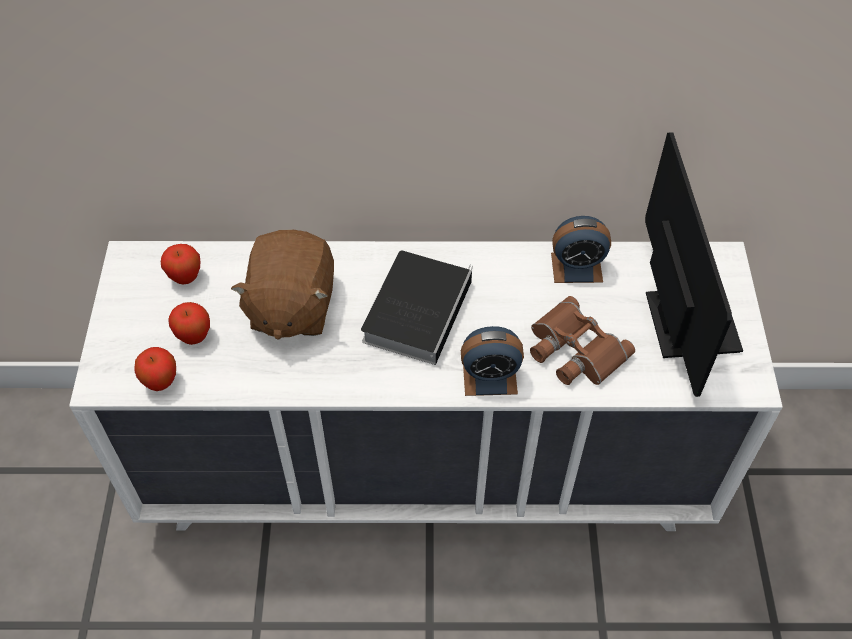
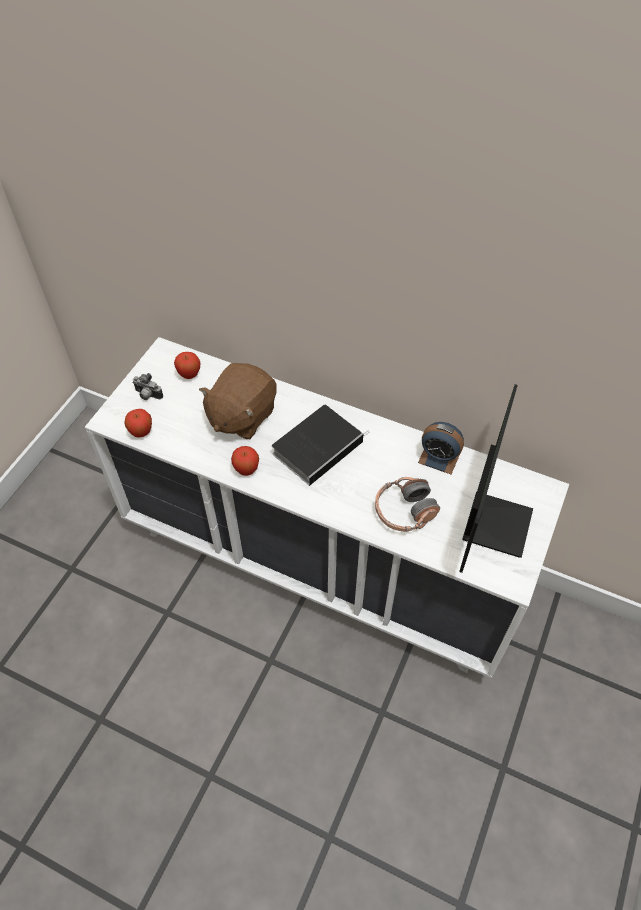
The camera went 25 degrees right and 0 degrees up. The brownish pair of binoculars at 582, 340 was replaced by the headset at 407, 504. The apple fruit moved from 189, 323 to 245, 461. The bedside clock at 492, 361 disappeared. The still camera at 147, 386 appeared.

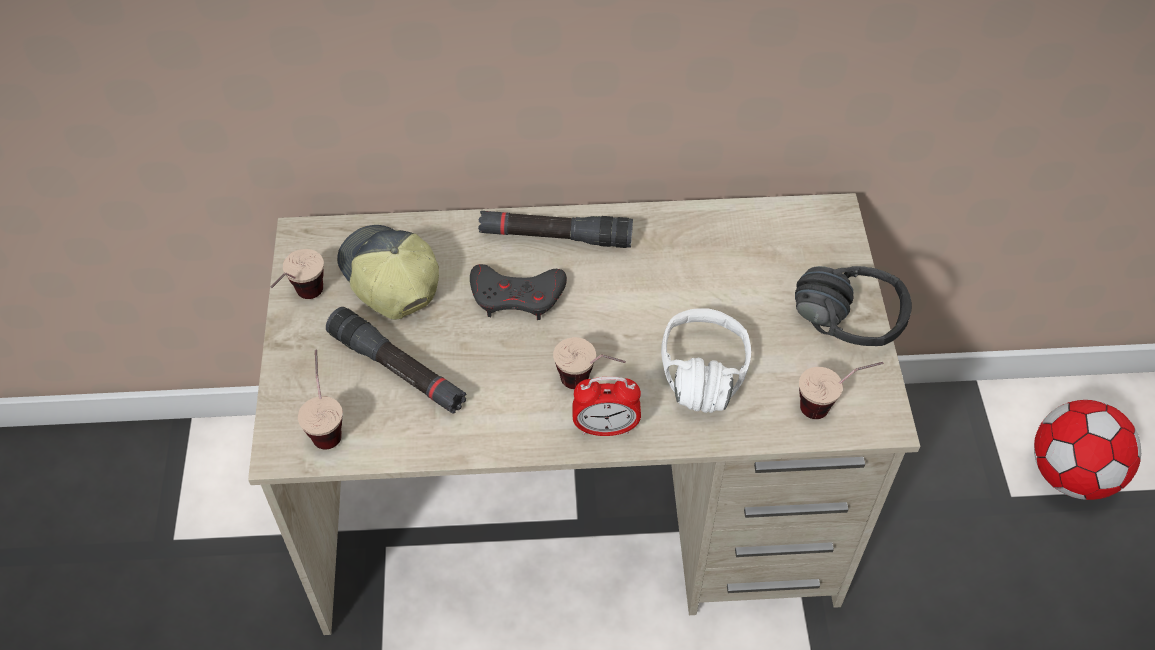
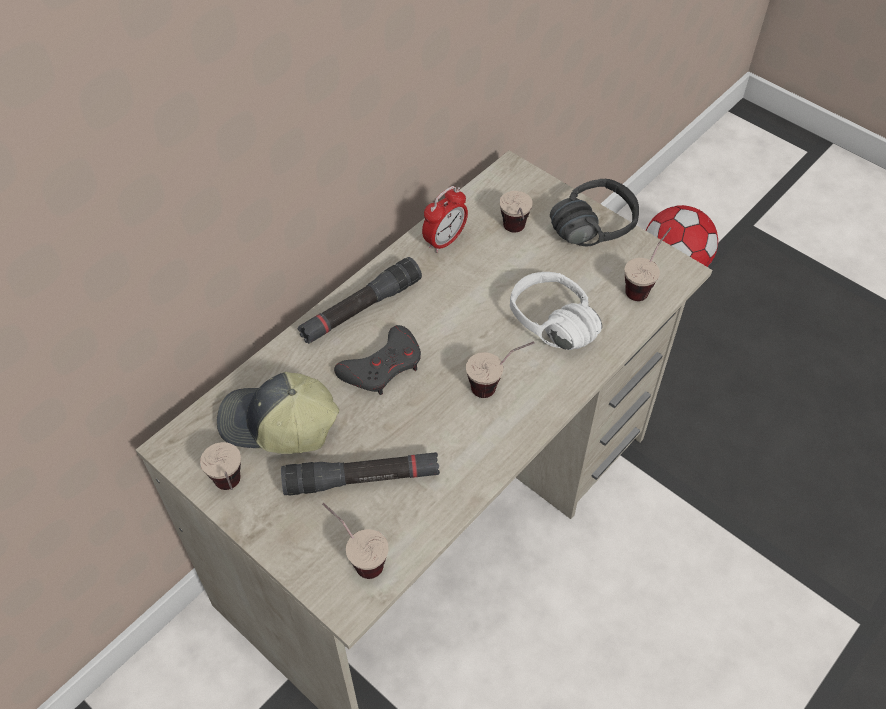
The camera went 45 degrees left and 0 degrees up. The bedside clock moved from 607, 406 to 445, 219. The small cup at 516, 211 appeared.

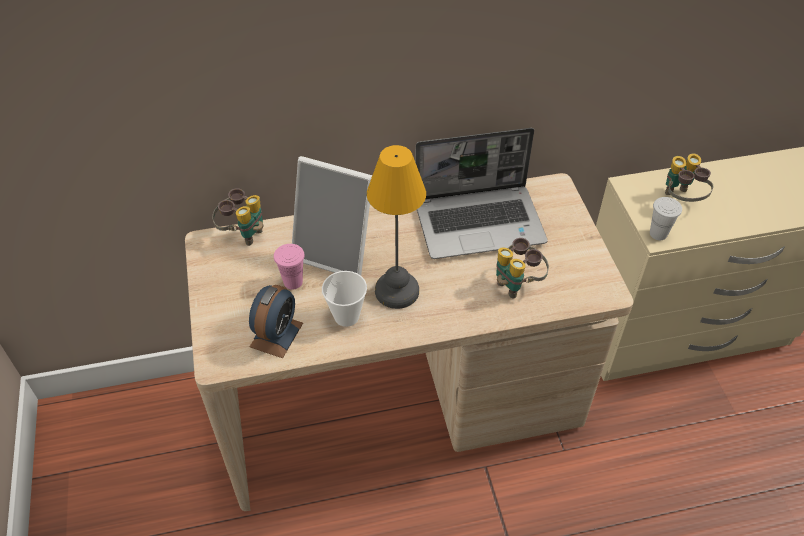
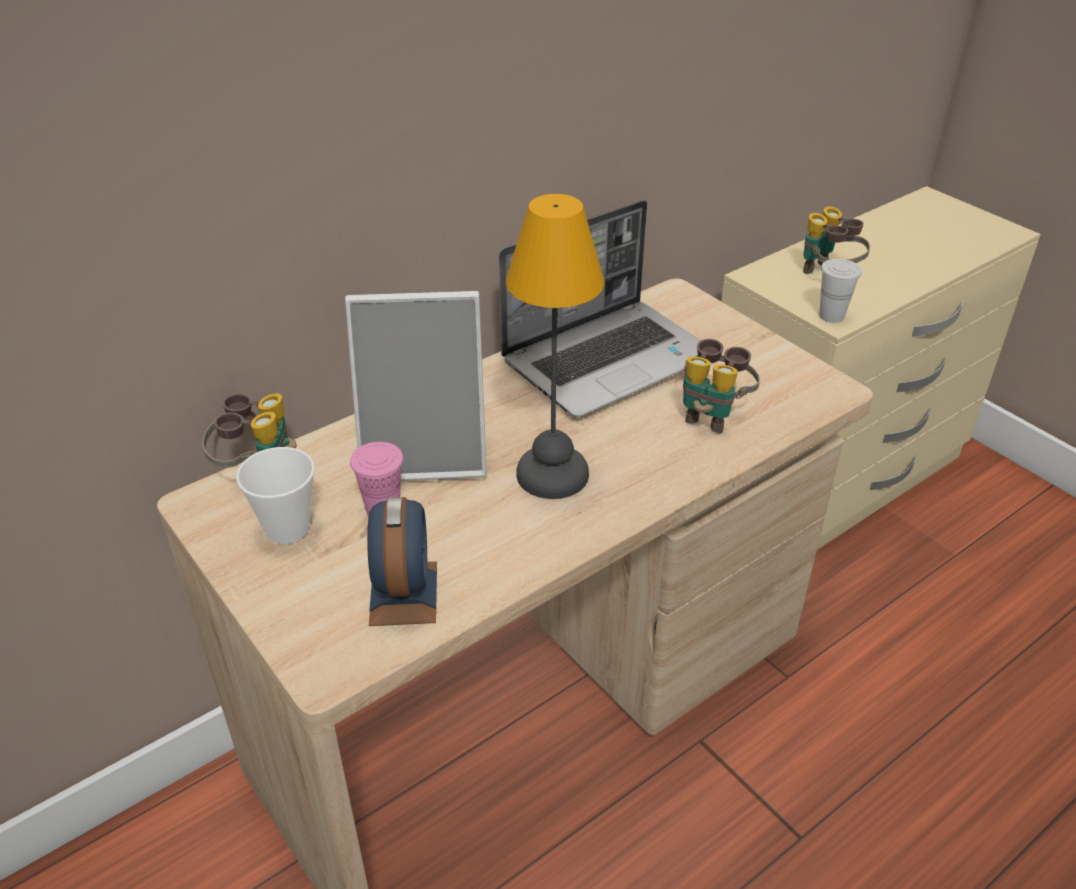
The camera went 25 degrees left and 10 degrees down. The small cup moved from 344, 299 to 275, 495.

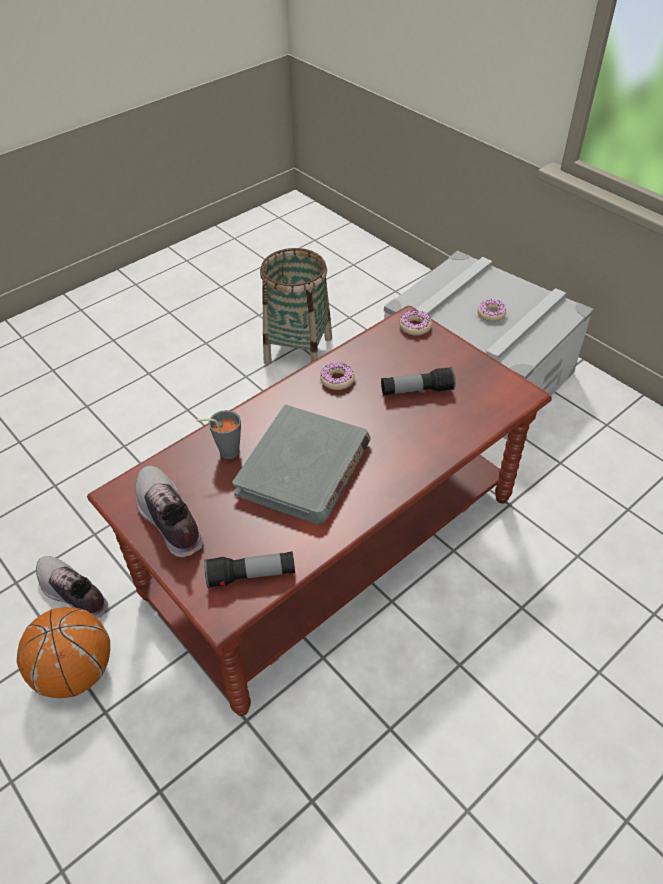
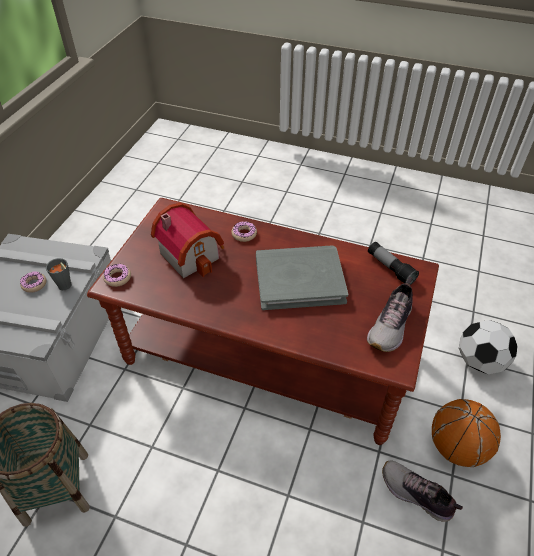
The camera went 120 degrees left and 0 degrees up. The donut moved from 337, 376 to 244, 231. The hand torch at 418, 381 was replaced by the model house at 187, 240. The gray small cup moved from 218, 434 to 58, 274. The item of footwear at 72, 587 turned 120 degrees clockwise. The ball for football at 488, 347 appeared.

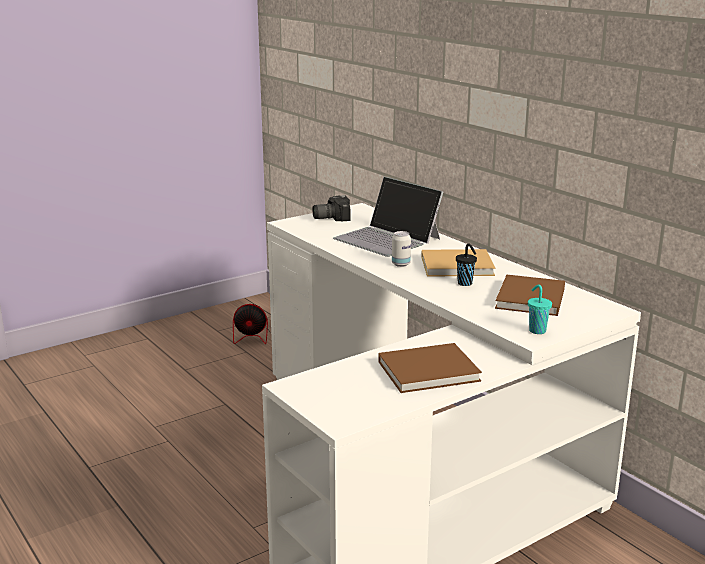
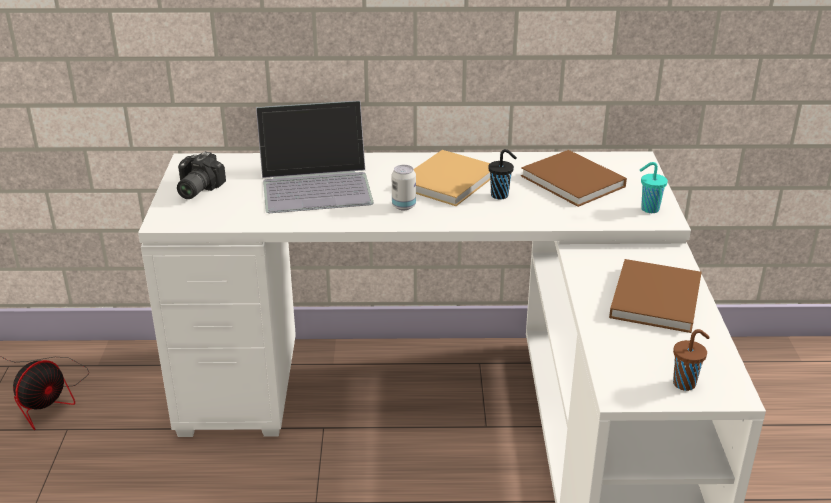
The camera went 55 degrees left and 10 degrees up. The brownish small cup at 691, 360 appeared.

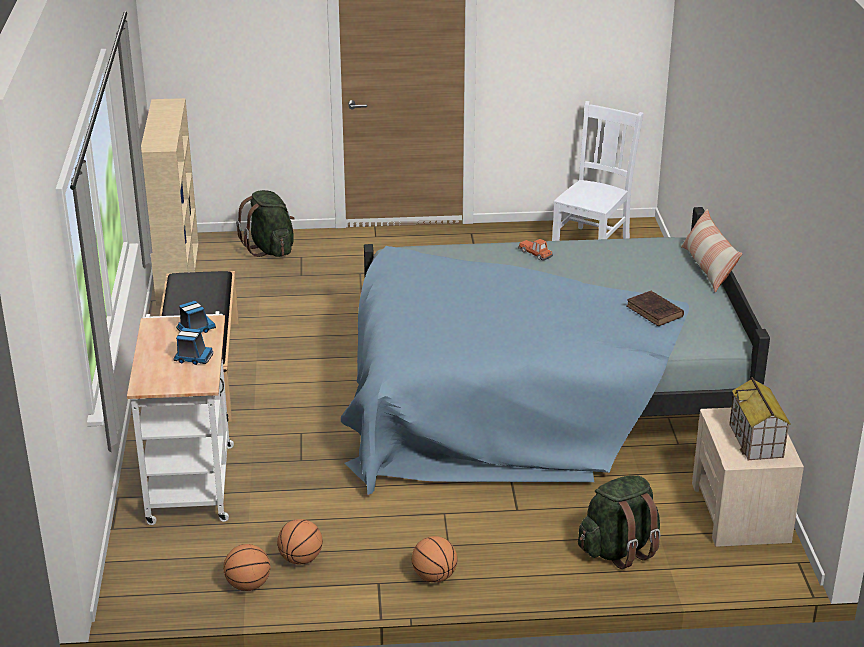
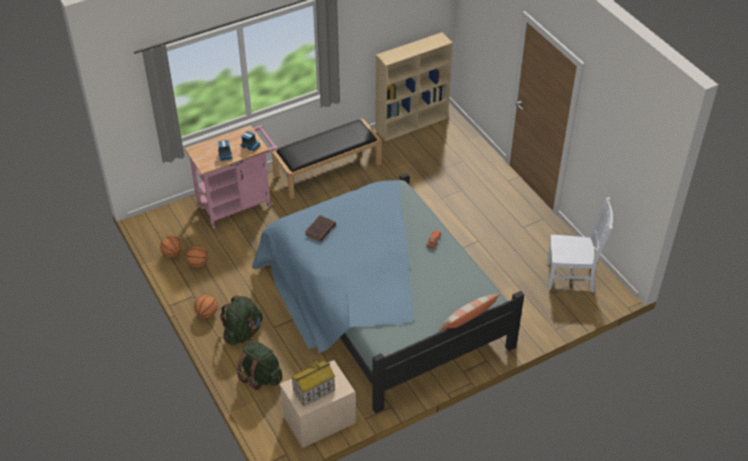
The camera went 65 degrees right and 15 degrees up. The greenish backpack moved from 265, 223 to 241, 320. The brownish book moved from 655, 308 to 320, 228. The whitish wheeled cart at 180, 418 became the pinkish wheeled cart at 231, 177.

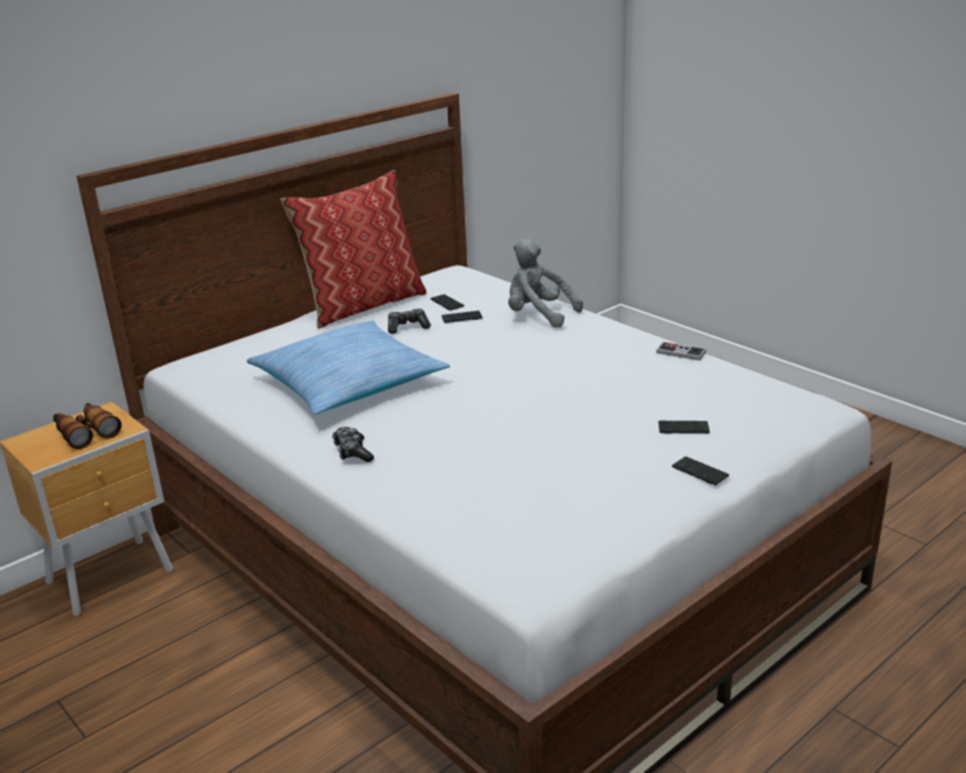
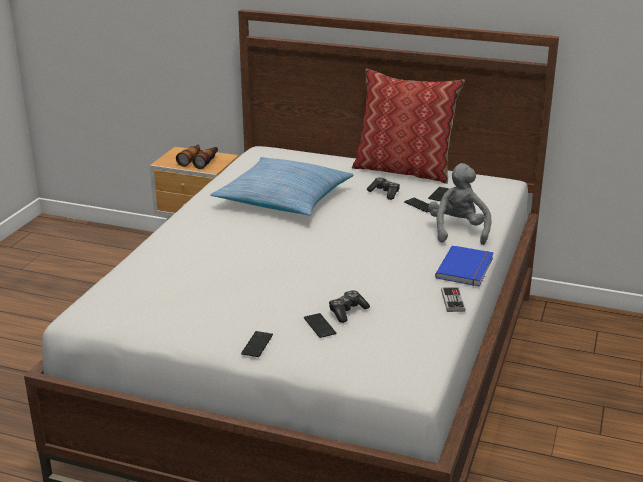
The camera went 60 degrees right and 0 degrees up. The joypad moved from 353, 444 to 349, 307. The blue book at 464, 265 appeared.

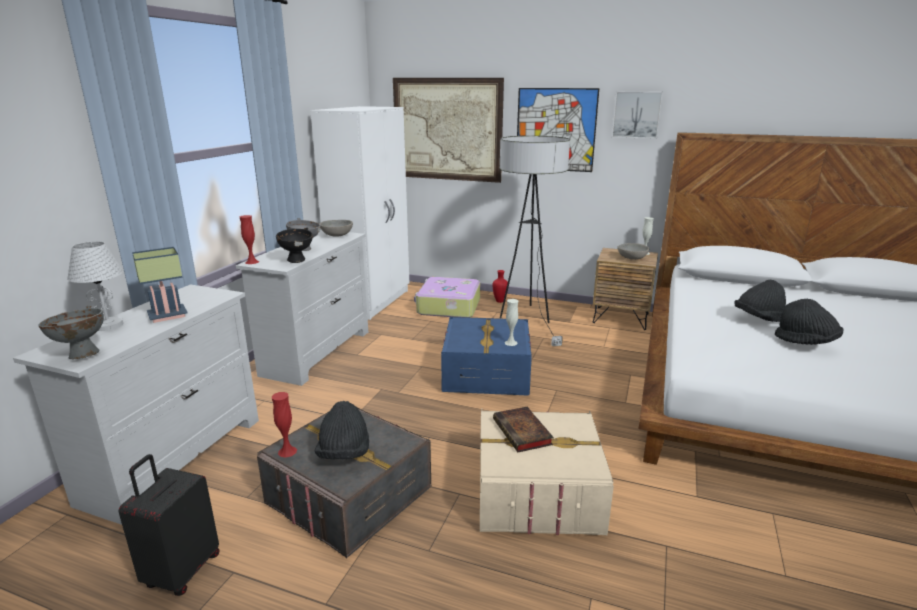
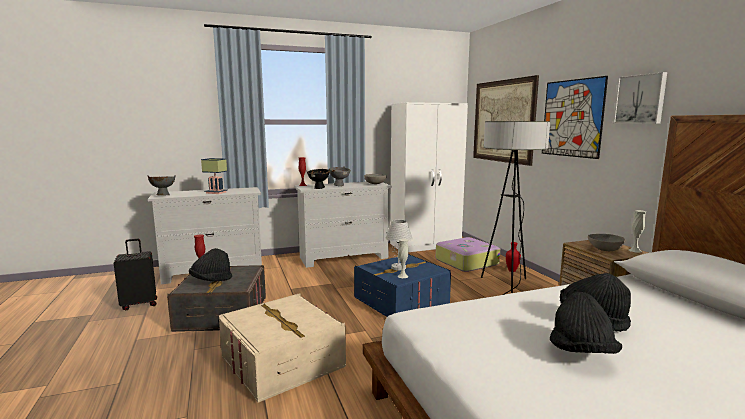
The camera went 50 degrees right and 10 degrees down. The whitish tabletop lamp moved from 95, 286 to 399, 245. The book at 523, 429 disappeared.

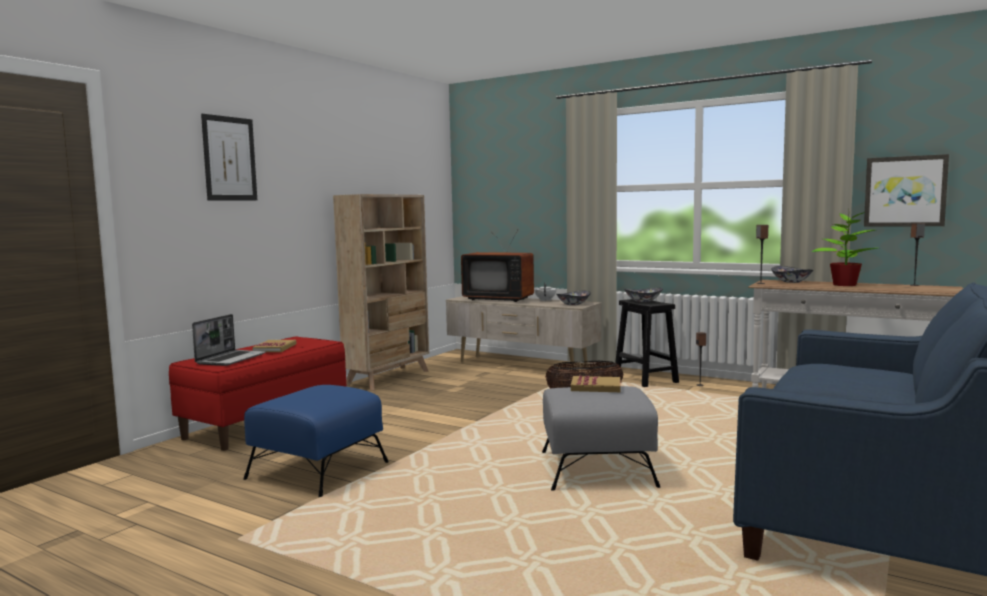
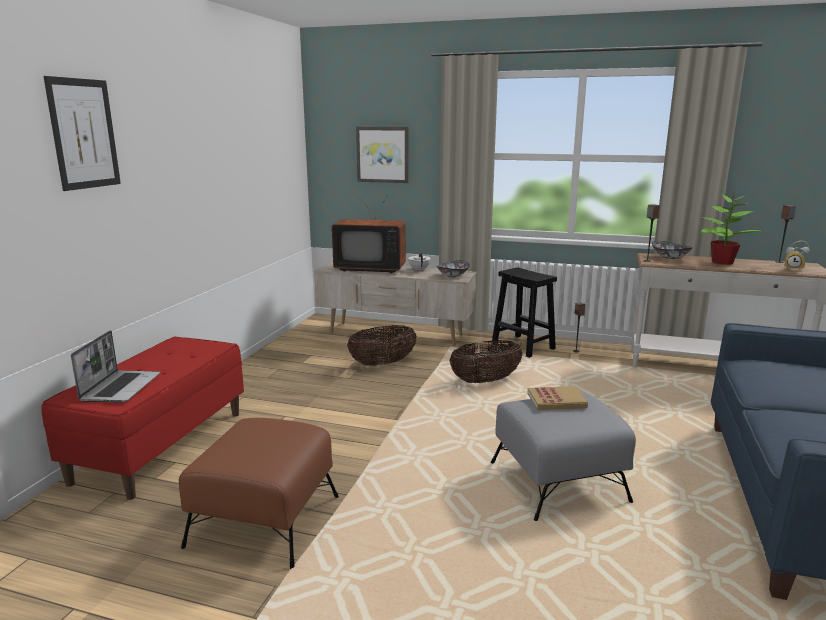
The camera went 15 degrees left and 10 degrees up. The picture moved from 906, 190 to 382, 155. The beige-coloured bookshelf at 381, 292 disappeared. The deep dish at 643, 295 disappeared. The book at 274, 346 disappeared. The blue pouffe at 315, 441 became the brownish pouffe at 259, 493. The bedside clock at 797, 255 appeared. The household basket at 382, 345 appeared.

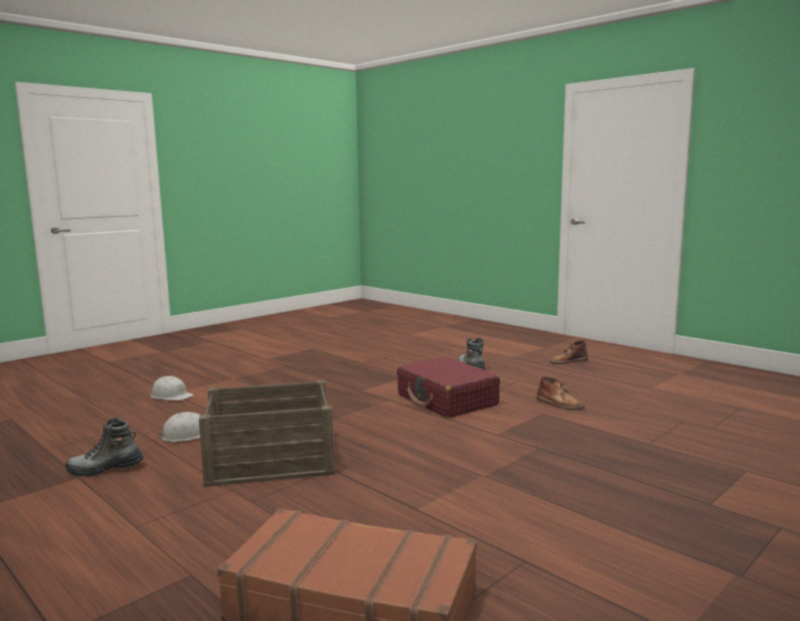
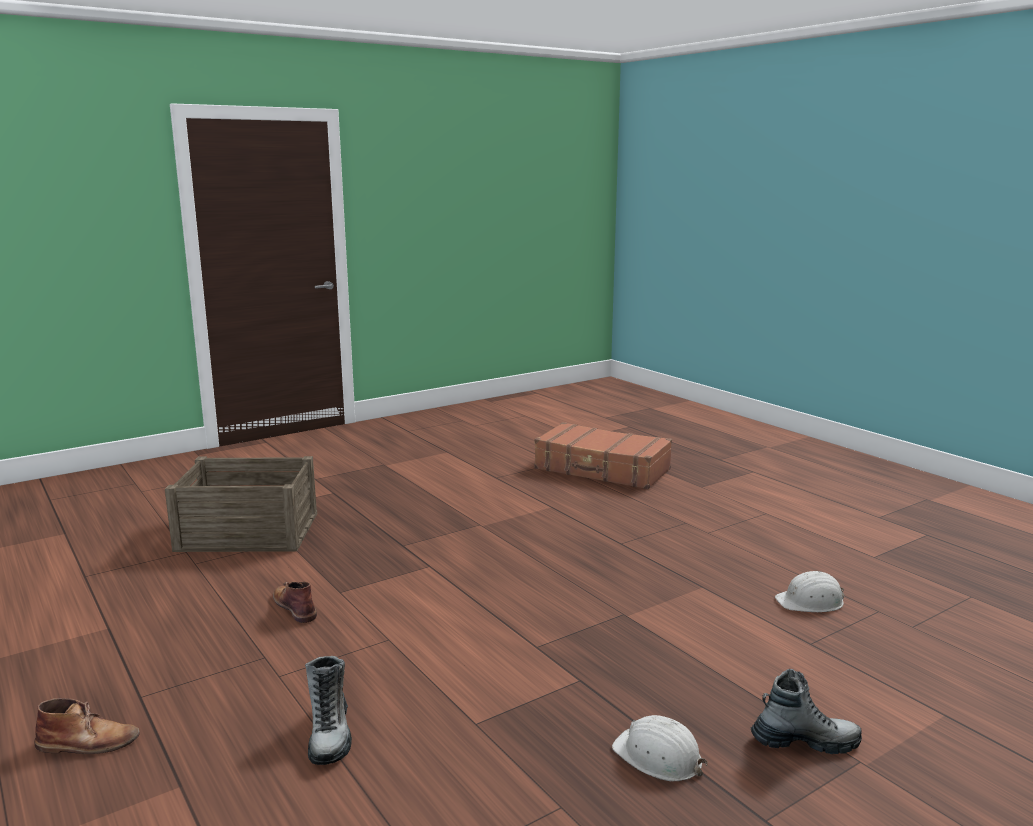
The camera went 170 degrees left and 5 degrees up. The red suitcase at 448, 387 disappeared. The whitish hard hat moved from 172, 388 to 660, 748. The shipping crate moved from 267, 433 to 241, 504. The boot moved from 104, 447 to 806, 711.

